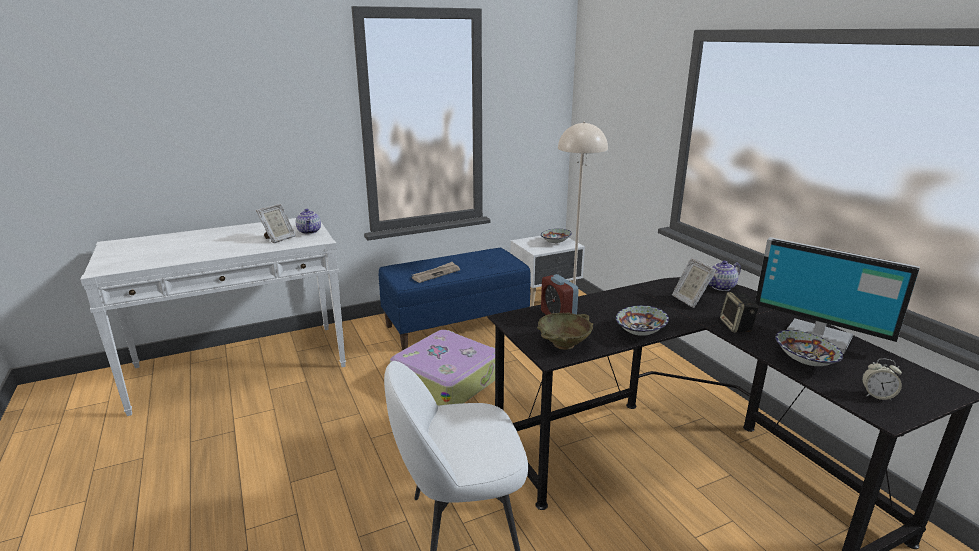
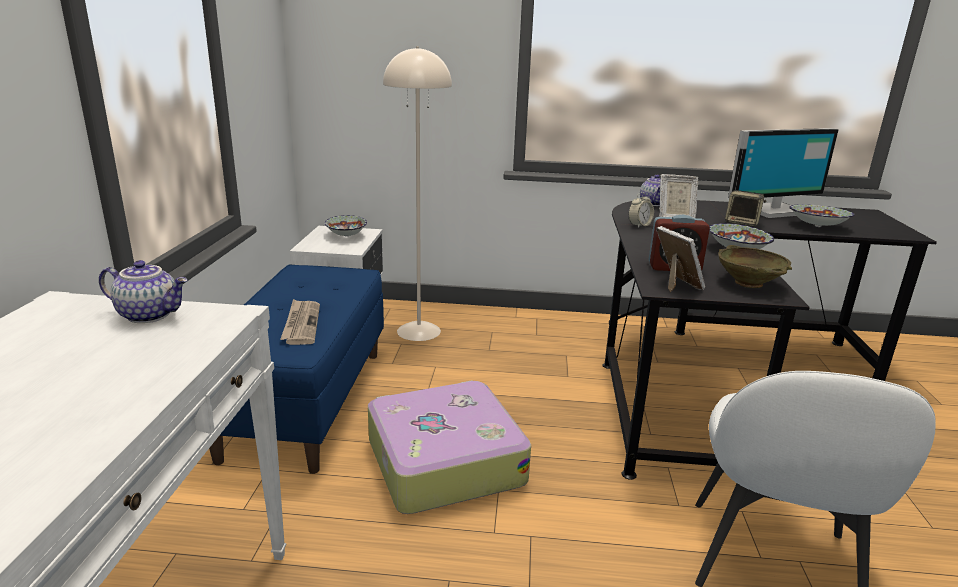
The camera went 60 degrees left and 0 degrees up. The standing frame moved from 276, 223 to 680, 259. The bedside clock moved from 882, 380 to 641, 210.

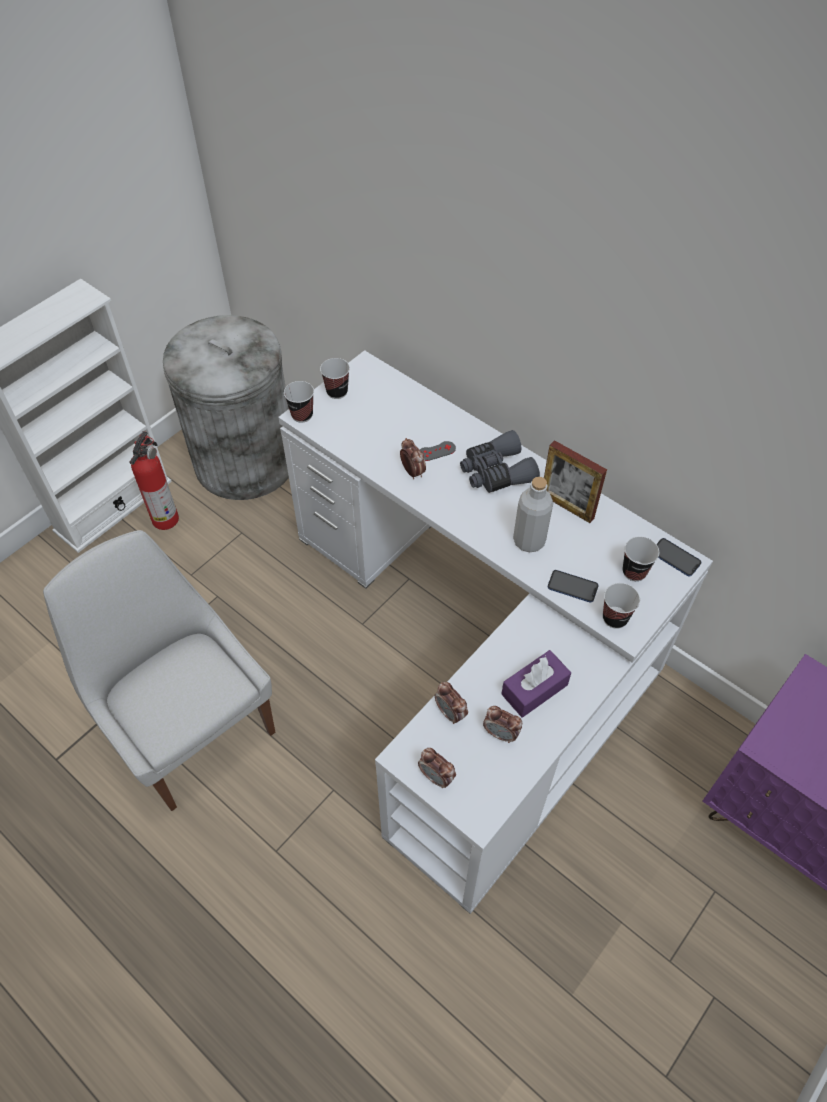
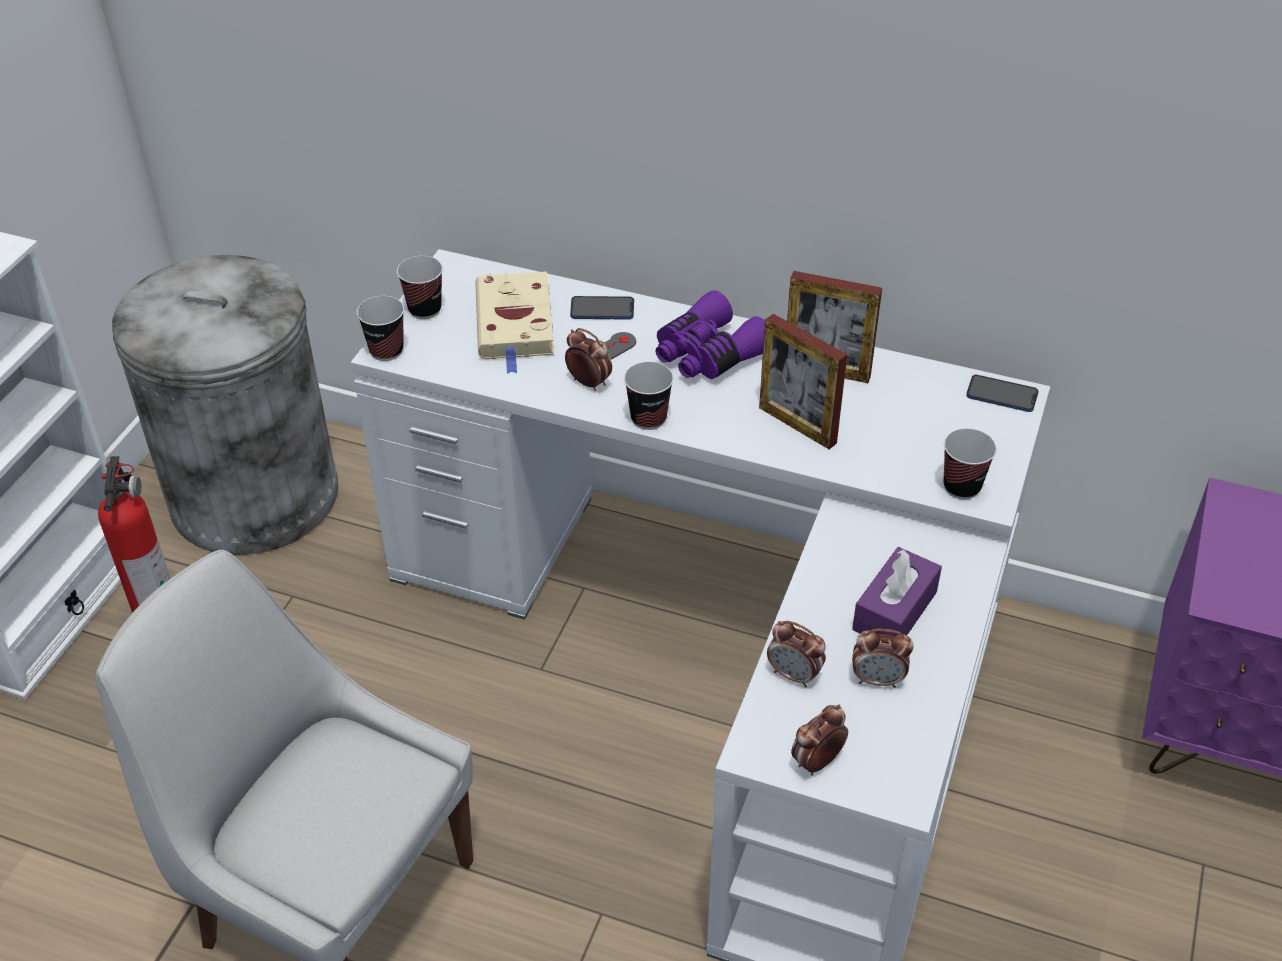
The camera went 20 degrees left and 10 degrees down. The gray pair of binoculars at 500, 461 became the purple pair of binoculars at 710, 334. The gray beverage bottle at 533, 515 was replaced by the standing frame at 803, 381. The small cup moved from 641, 559 to 649, 396. The telephone moved from 573, 586 to 602, 308. The bedside clock at 437, 768 turned 120 degrees clockwise. The beige-coloured book at 514, 322 appeared.

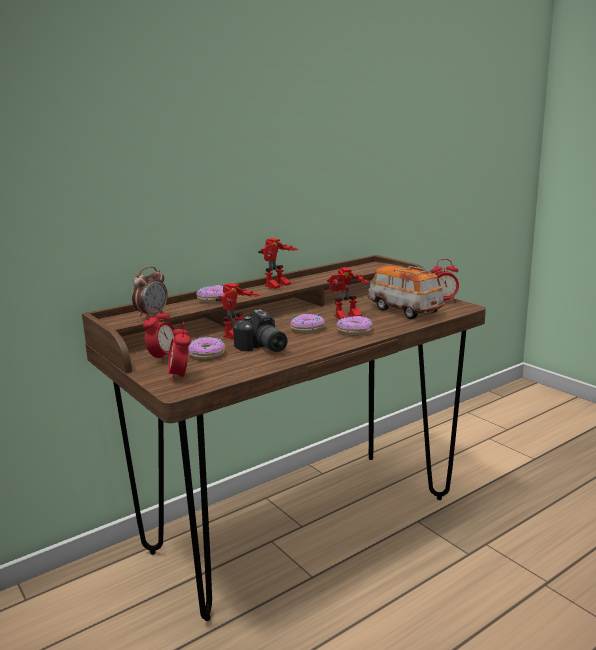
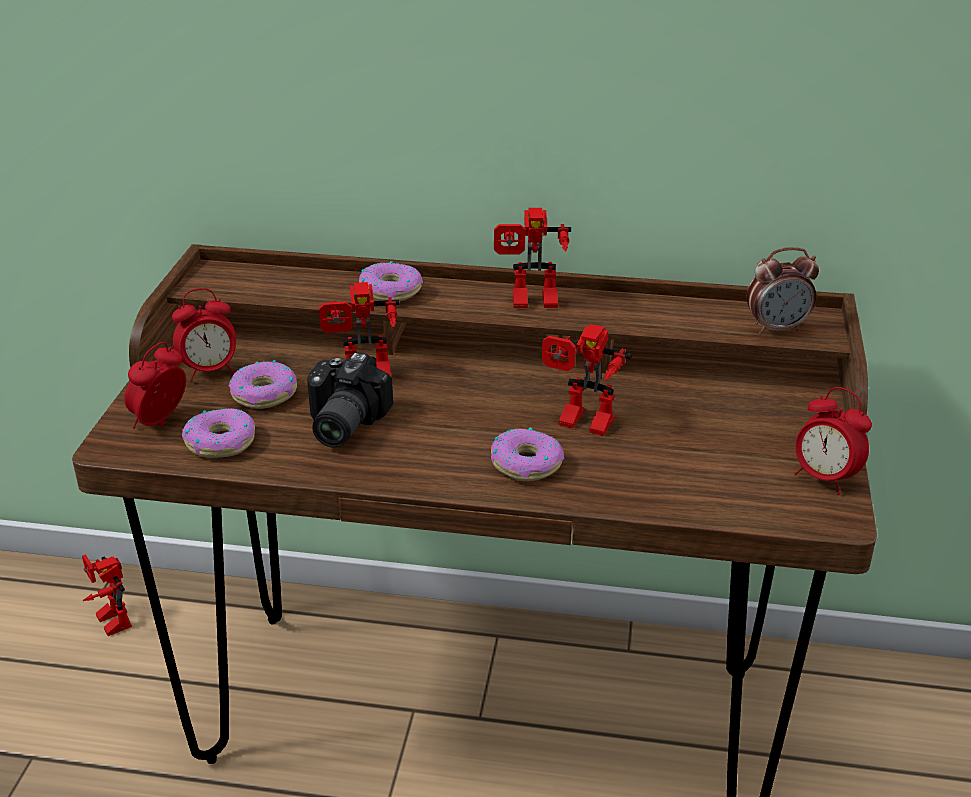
The camera went 45 degrees right and 15 degrees up. The bedside clock moved from 150, 292 to 783, 291. The toy car at 406, 292 disappeared. The donut moved from 308, 323 to 218, 433. The model robot at 107, 595 appeared.

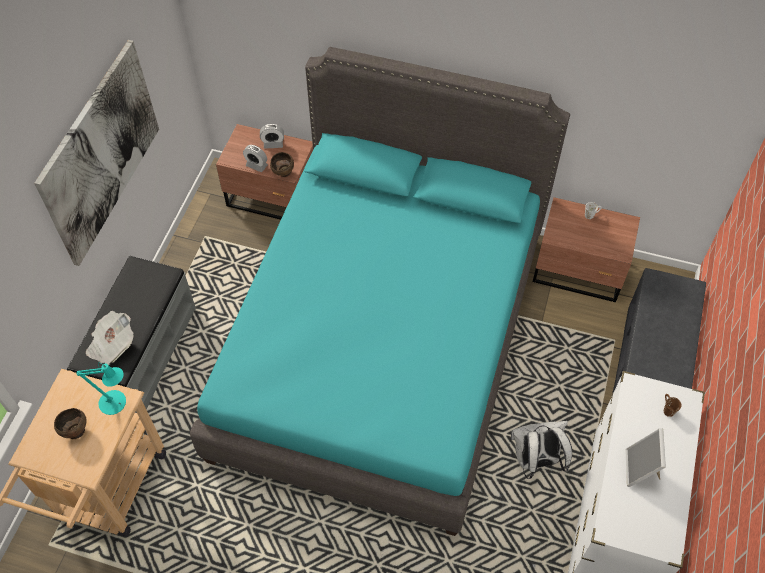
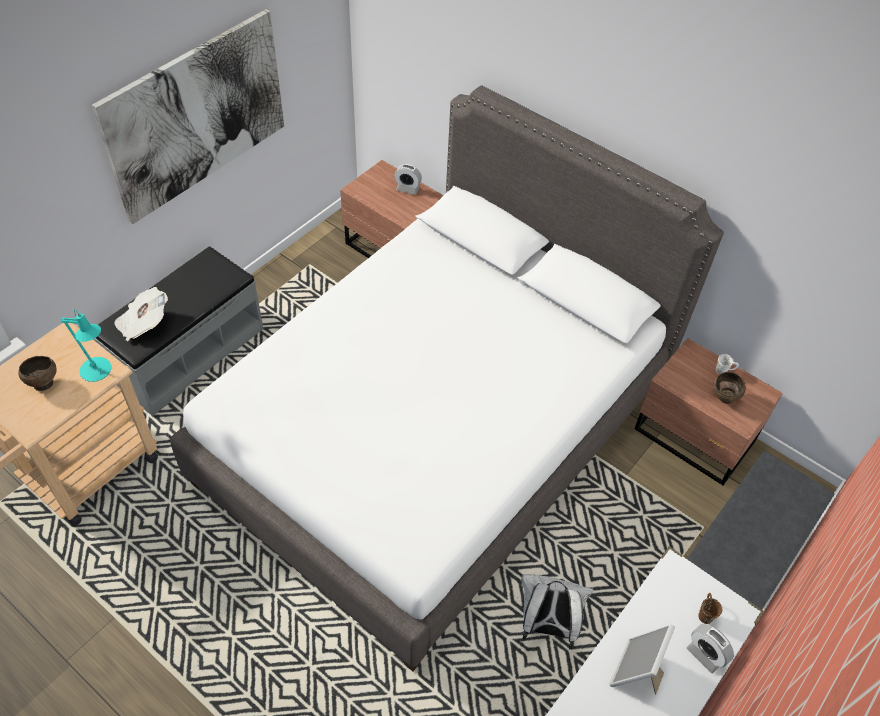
The camera went 20 degrees right and 5 degrees down. The turquoise bed at 380, 291 became the whitish bed at 447, 379. The bedside clock moved from 255, 158 to 710, 648. The brownish deep dish moved from 282, 164 to 729, 388.

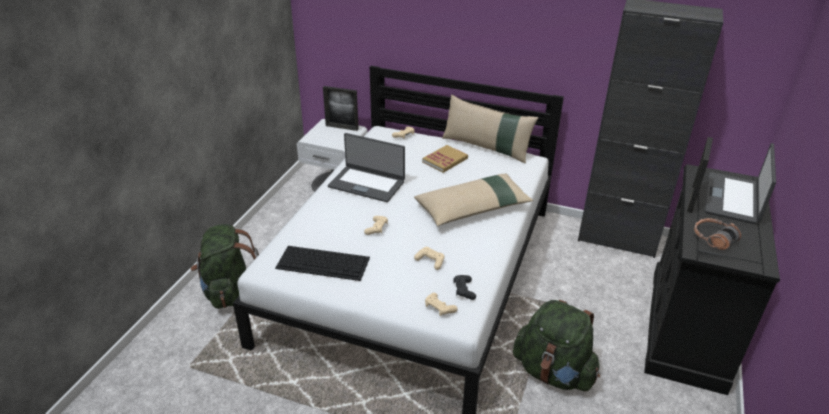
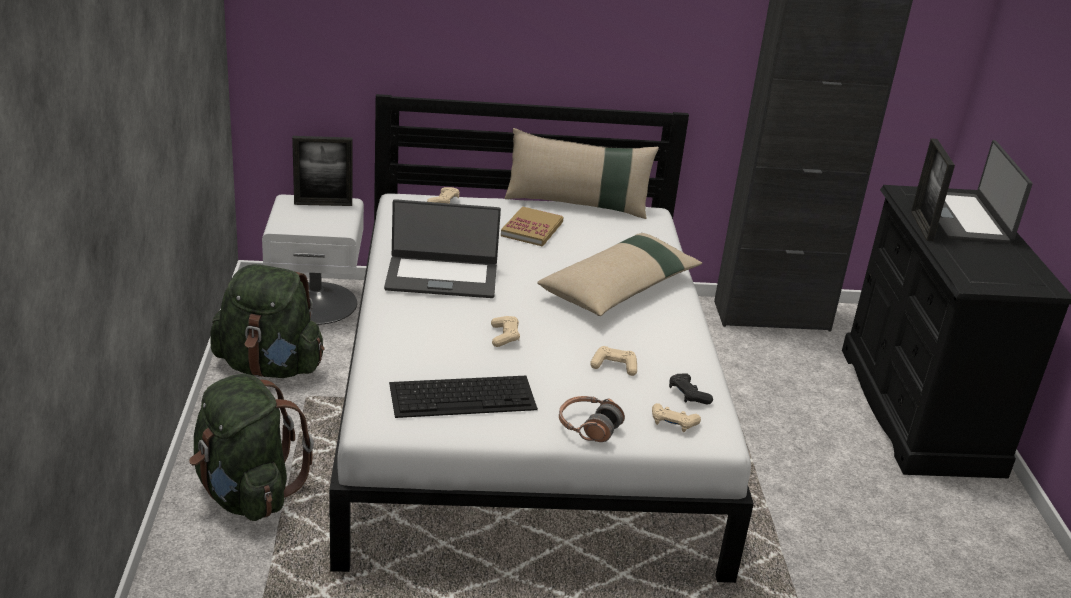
The camera went 25 degrees left and 5 degrees down. The headset moved from 717, 234 to 592, 419. The greenish backpack moved from 556, 345 to 267, 321.

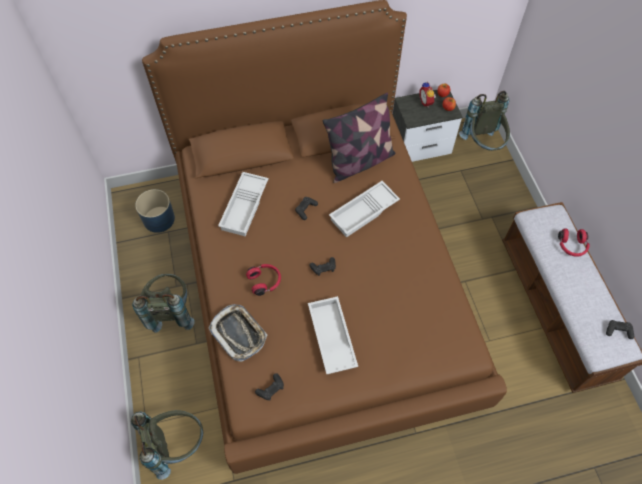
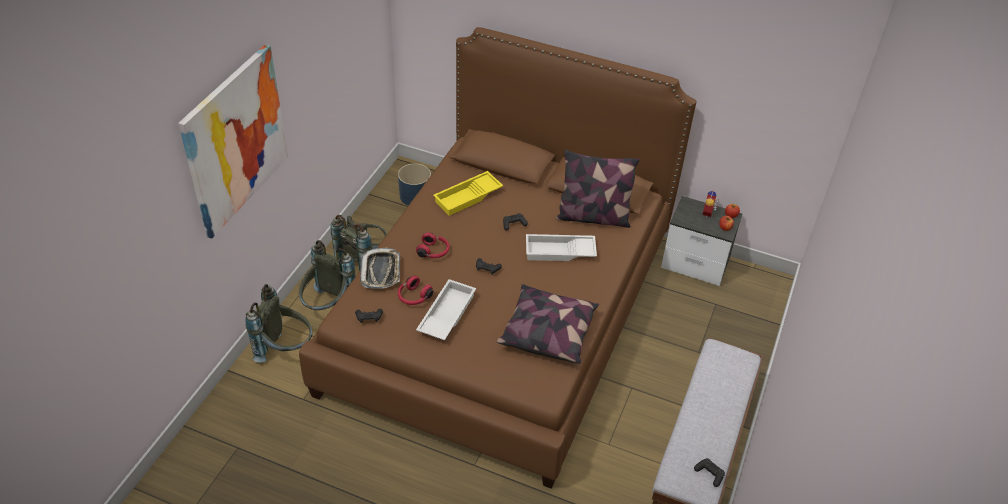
The camera went 35 degrees right and 15 degrees down. The gray backpack moved from 484, 121 to 327, 275. The whitish carrying tray at 243, 204 became the yellow-coloured carrying tray at 468, 193. The red headset moved from 573, 242 to 415, 290. The picture at 233, 141 appeared. The cushion at 547, 324 appeared.

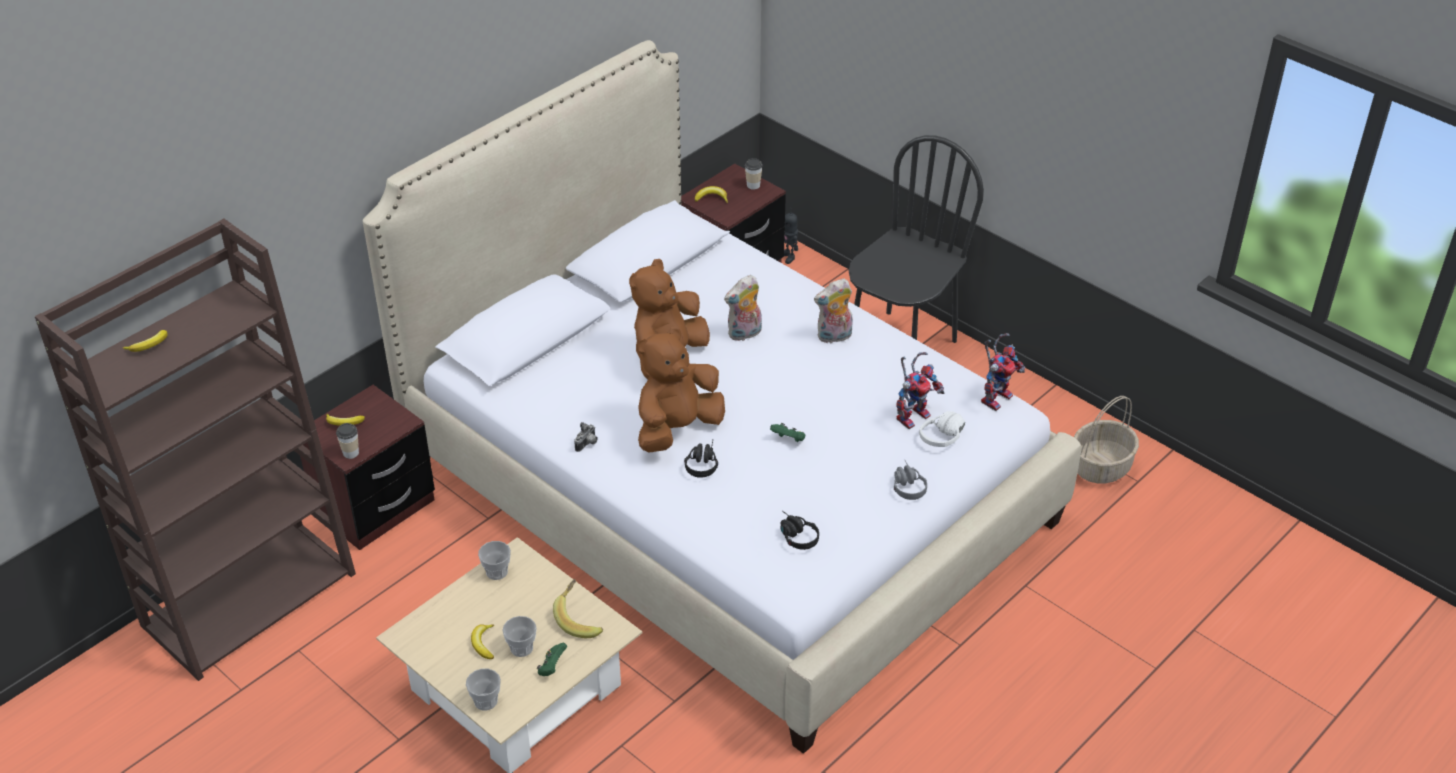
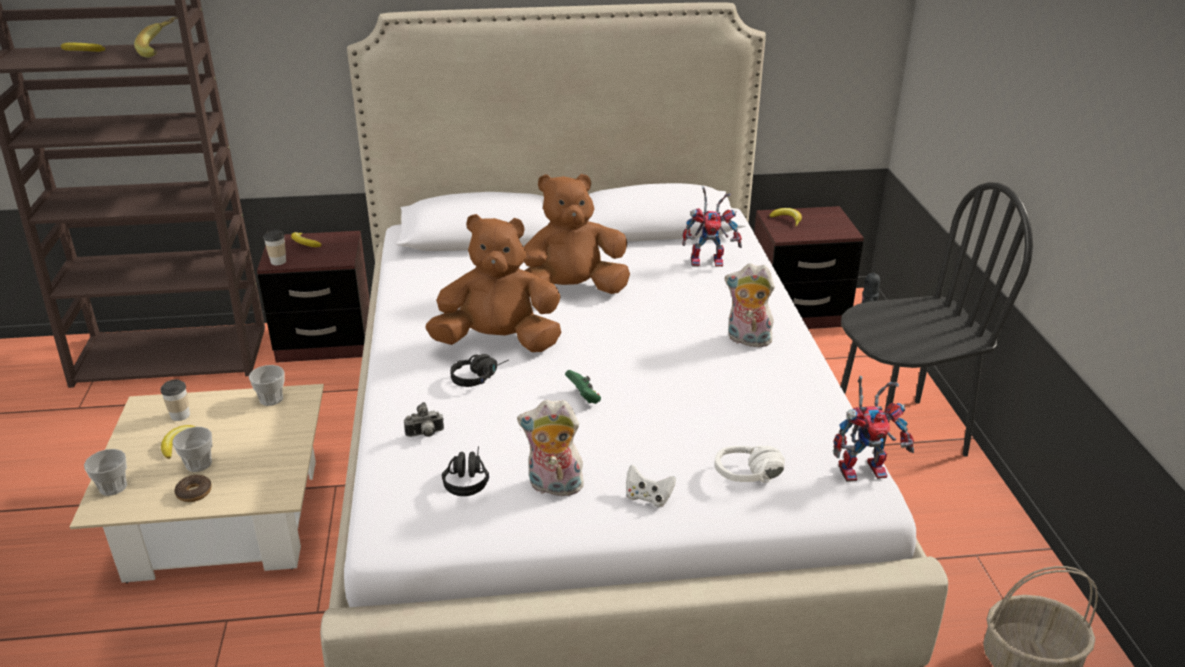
The camera went 40 degrees right and 10 degrees down. The small cup moved from 754, 174 to 175, 400. The cuddly toy moved from 743, 308 to 551, 448. The model robot moved from 920, 390 to 712, 226. The still camera moved from 586, 437 to 424, 419. The gray headset at 910, 480 was replaced by the whitish joypad at 651, 486. The banana fruit moved from 578, 608 to 156, 37. The greenish joypad at 552, 659 was replaced by the donut at 193, 488.

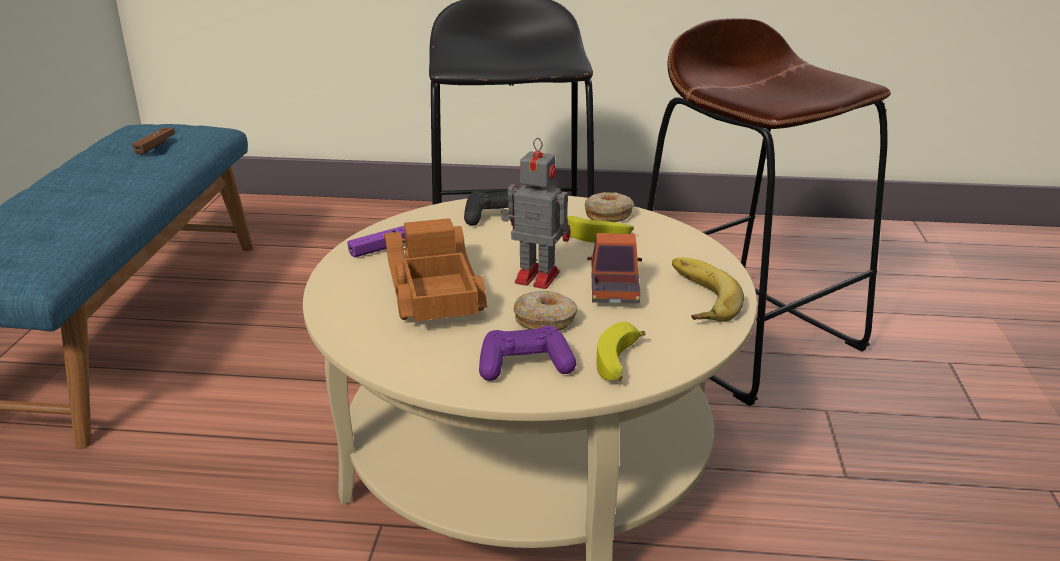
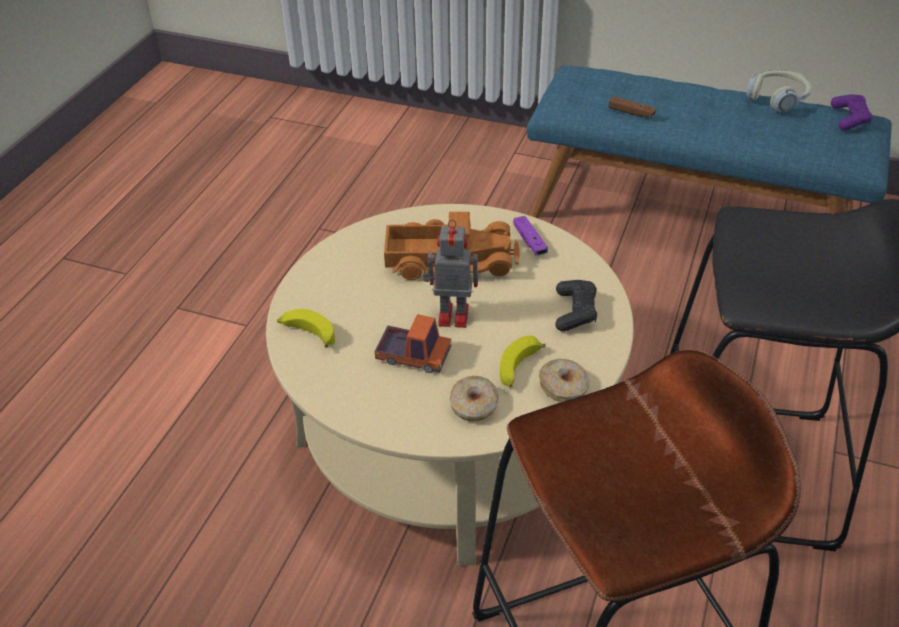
The camera went 105 degrees right and 15 degrees up. The brownish joypad moved from 153, 140 to 632, 107. The model robot at 536, 213 turned 120 degrees counterclockwise. The banana fruit at 708, 289 disappeared. The donut moved from 545, 311 to 474, 399. The purple joypad moved from 527, 353 to 852, 112. The headset at 779, 91 appeared.

